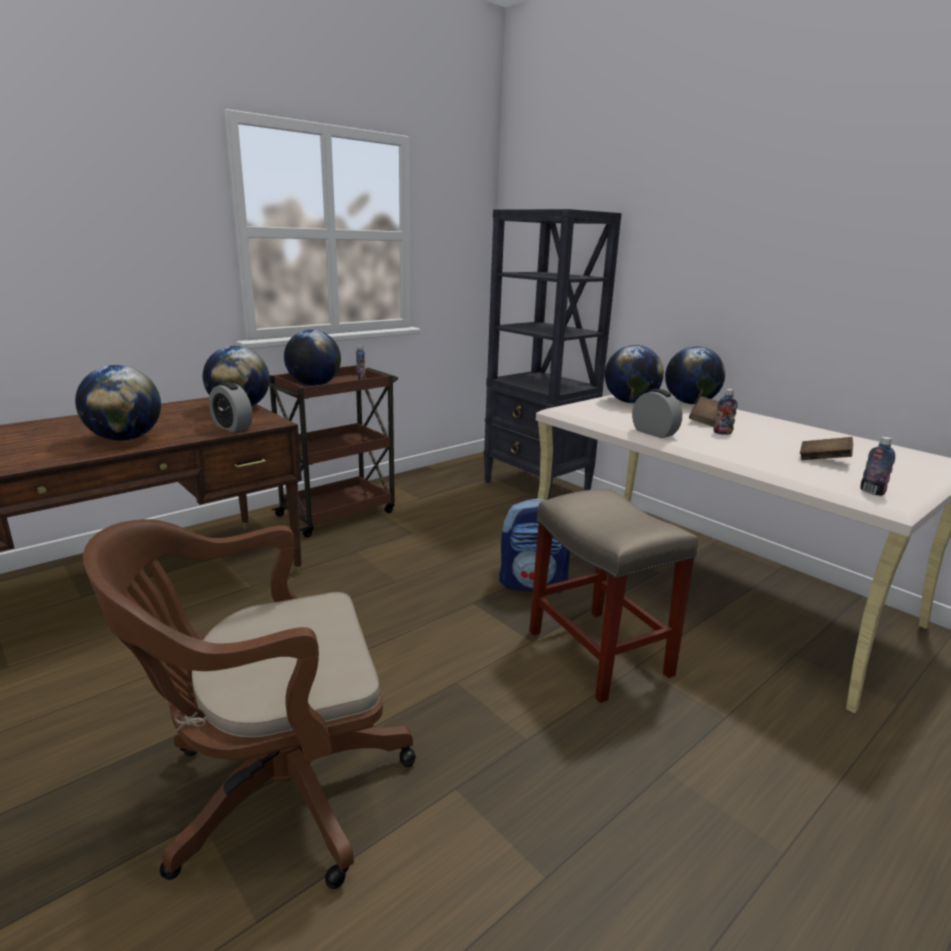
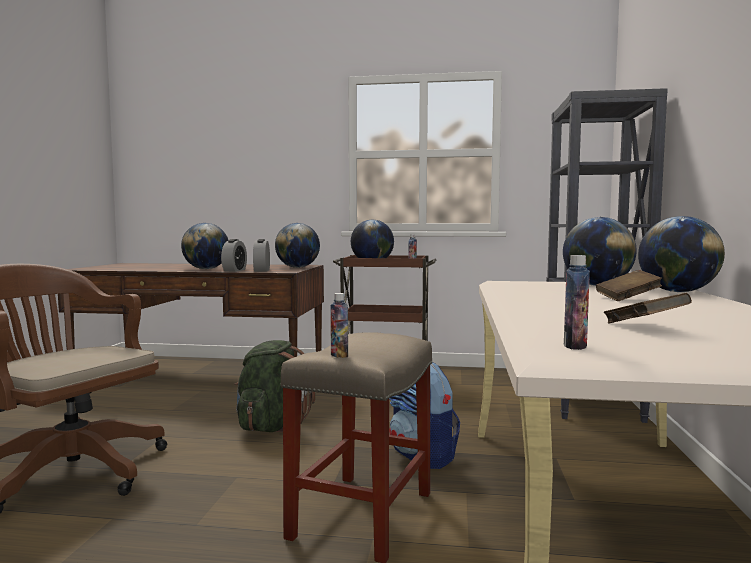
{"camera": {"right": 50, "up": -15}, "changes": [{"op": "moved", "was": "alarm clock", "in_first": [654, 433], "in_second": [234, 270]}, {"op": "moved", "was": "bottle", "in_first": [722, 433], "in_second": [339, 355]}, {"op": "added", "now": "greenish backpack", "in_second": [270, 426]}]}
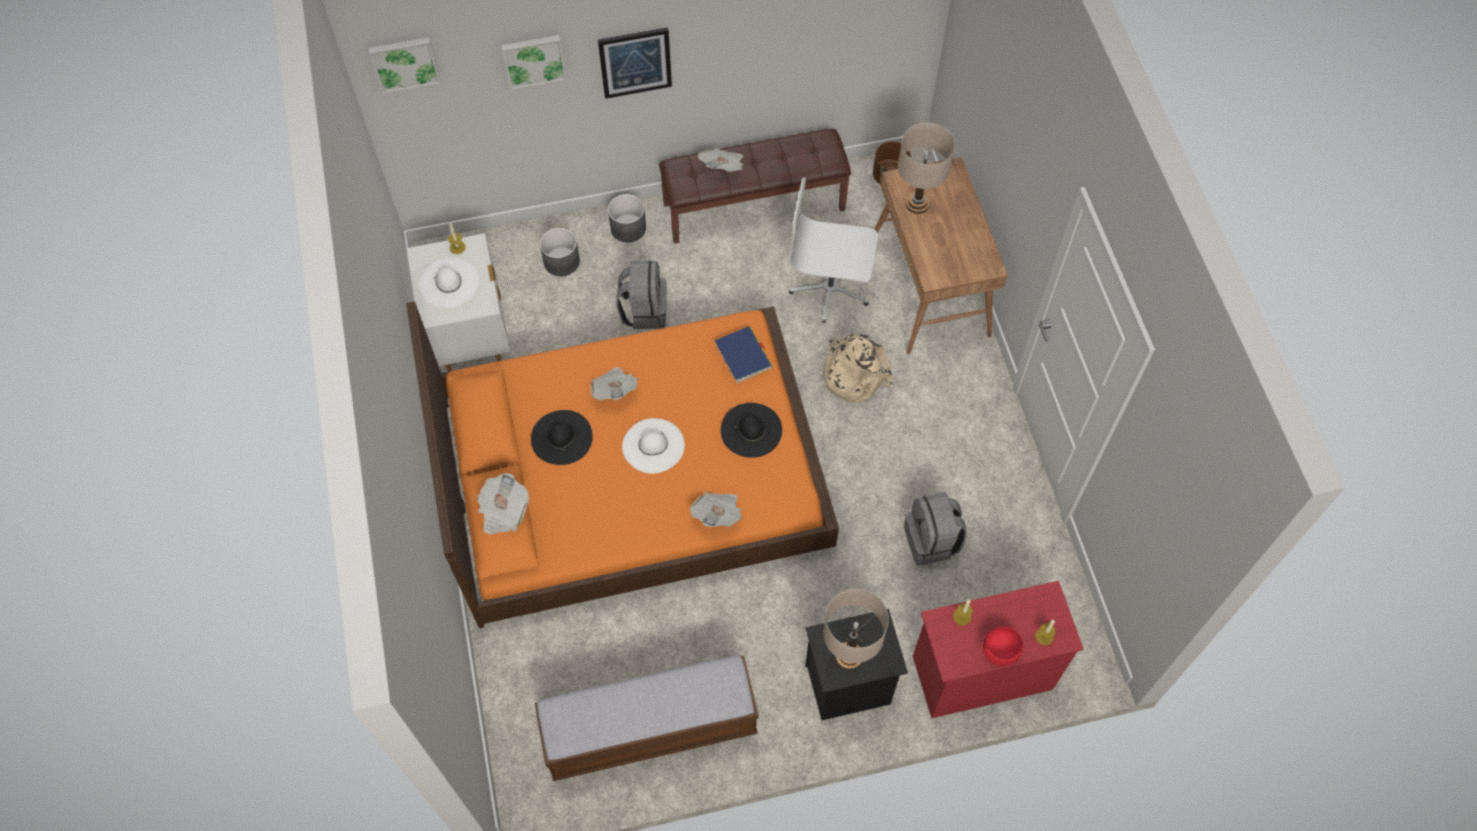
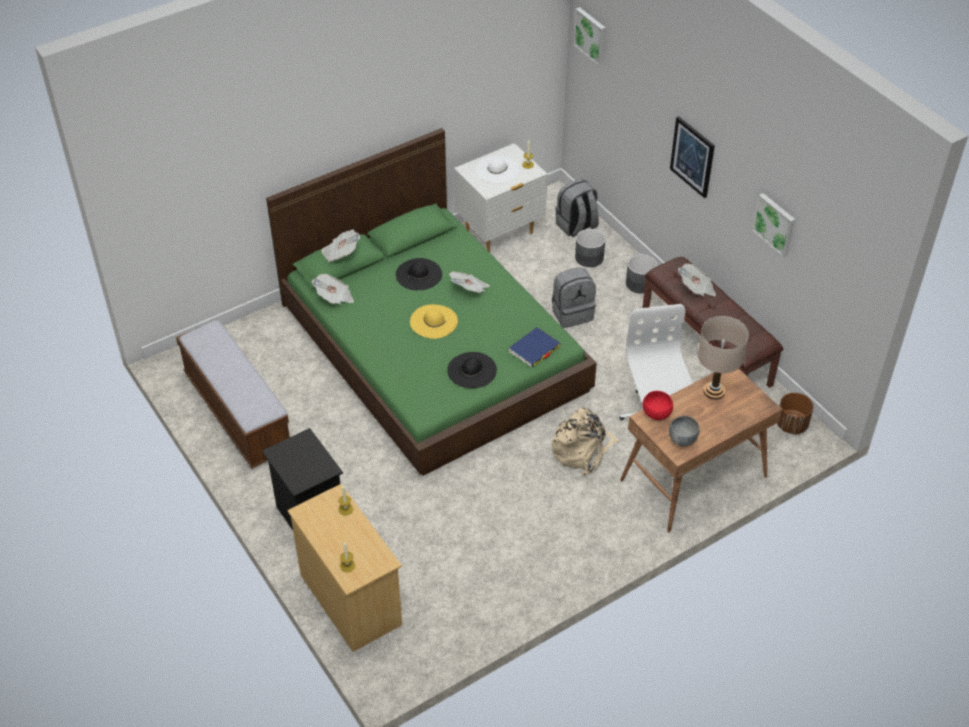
{"camera": {"right": 70, "up": -15}, "changes": [{"op": "recoloured", "was": "orange bedroom bed", "now": "greenish bedroom bed", "in_first": [632, 472], "in_second": [433, 346]}, {"op": "moved", "was": "picture", "in_first": [534, 60], "in_second": [775, 224]}, {"op": "recoloured", "was": "white-coloured hat", "now": "yellowish hat", "in_first": [653, 446], "in_second": [433, 321]}, {"op": "moved", "was": "printed paper", "in_first": [718, 514], "in_second": [334, 298]}, {"op": "removed", "was": "beige lamp for a table", "in_first": [849, 656]}, {"op": "moved", "was": "greyish backpack", "in_first": [932, 541], "in_second": [576, 226]}, {"op": "recoloured", "was": "red drawer chest", "now": "beige drawer chest", "in_first": [981, 672], "in_second": [350, 599]}, {"op": "moved", "was": "red bowl", "in_first": [999, 652], "in_second": [656, 414]}, {"op": "added", "now": "greyish bowl", "in_second": [682, 440]}]}
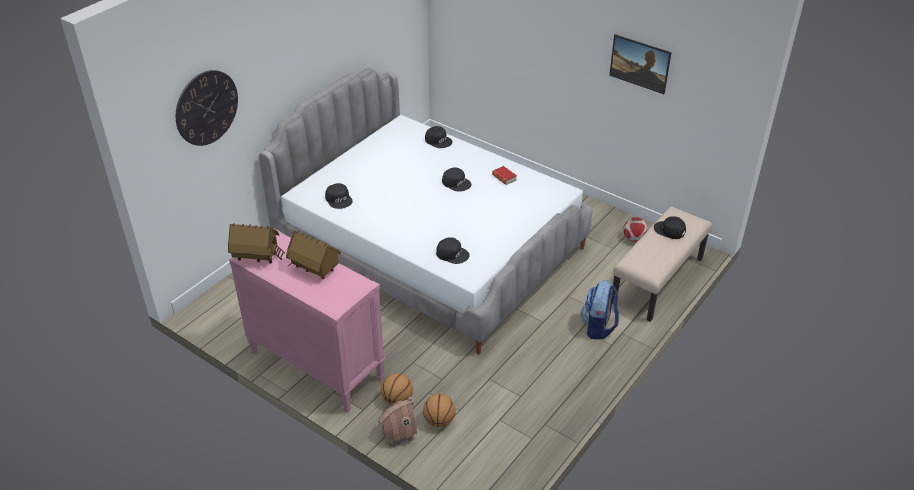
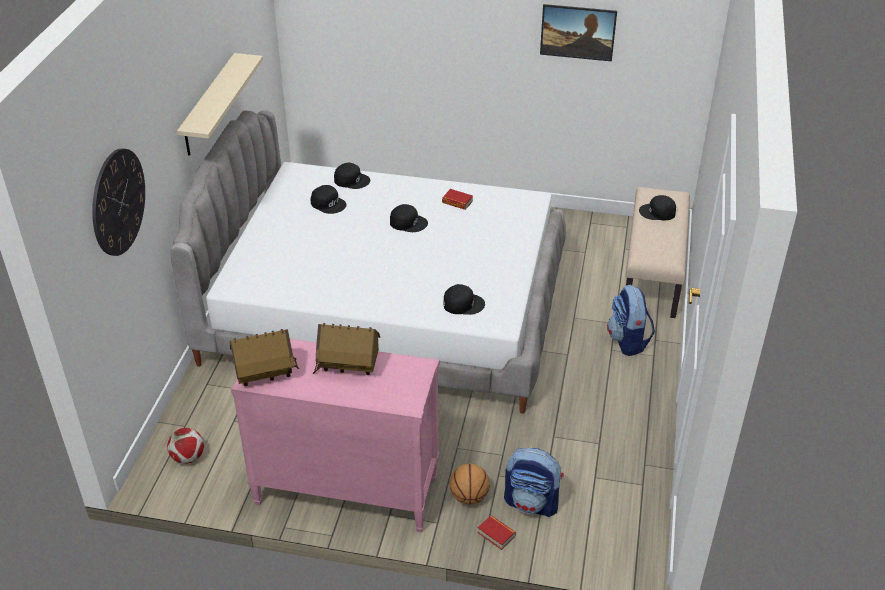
{"camera": {"right": -25, "up": 0}, "changes": [{"op": "moved", "was": "black-coloured cap", "in_first": [339, 199], "in_second": [328, 203]}, {"op": "replaced", "was": "miniature house", "now": "book", "in_first": [398, 433], "in_second": [496, 534]}, {"op": "replaced", "was": "basketball", "now": "backpack", "in_first": [439, 421], "in_second": [532, 503]}, {"op": "moved", "was": "football", "in_first": [634, 238], "in_second": [188, 457]}, {"op": "added", "now": "beige wall shelf", "in_second": [209, 105]}]}
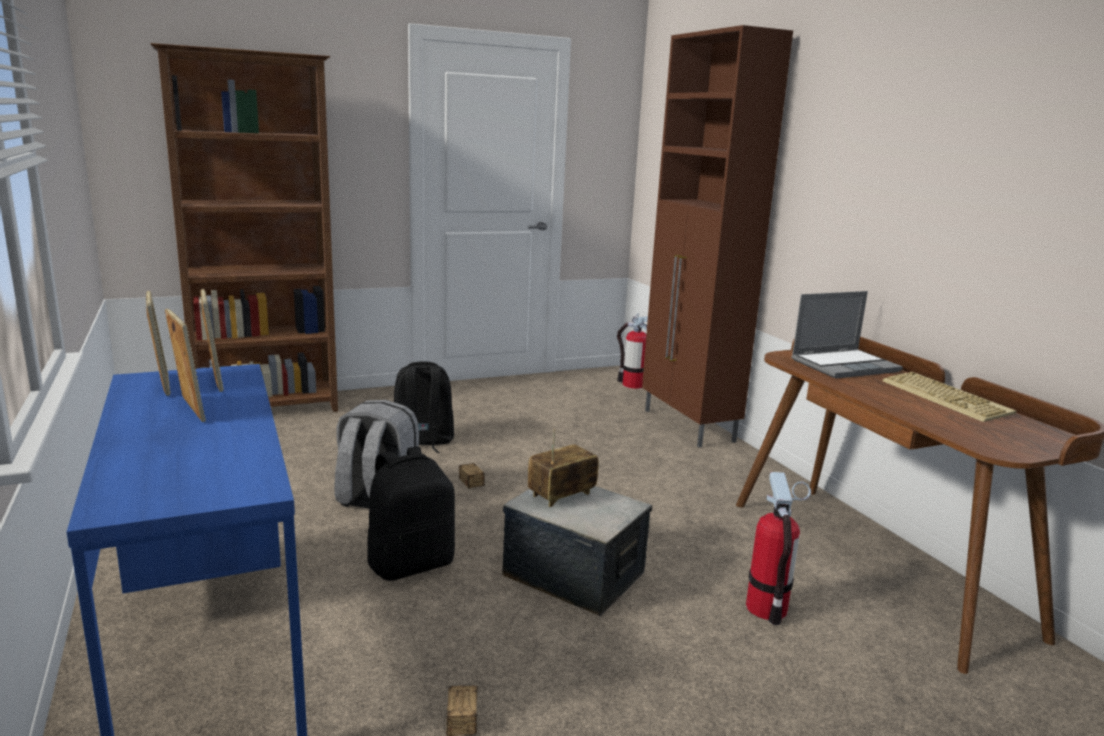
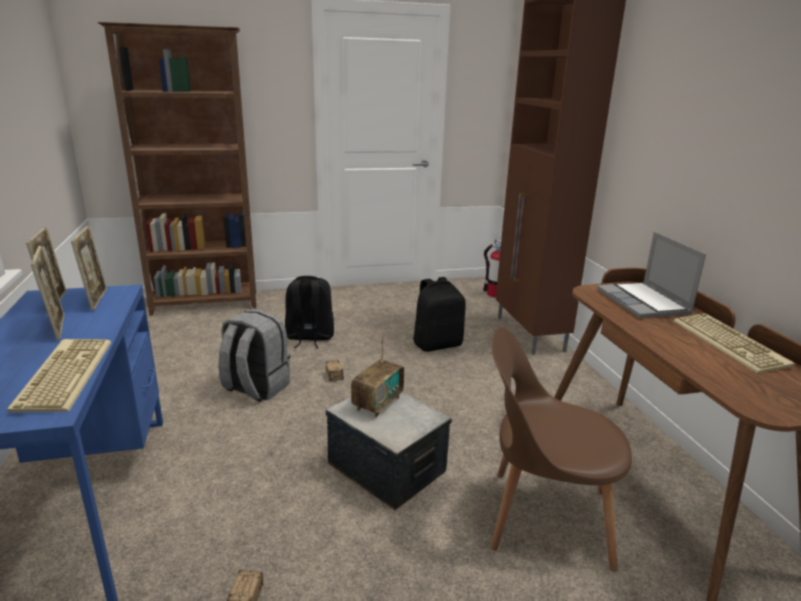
{"camera": {"right": 10, "up": 5}, "changes": [{"op": "moved", "was": "black-coloured backpack", "in_first": [411, 564], "in_second": [437, 344]}, {"op": "turned", "was": "radio receiver", "in_first": [562, 495], "in_second": [377, 403], "clockwise": 150}, {"op": "replaced", "was": "fire-fighting cylinder", "now": "brown plain chair", "in_first": [767, 608], "in_second": [543, 516]}, {"op": "turned", "was": "laptop", "in_first": [845, 365], "in_second": [644, 302], "clockwise": 90}, {"op": "added", "now": "keyboard", "in_second": [63, 374]}]}
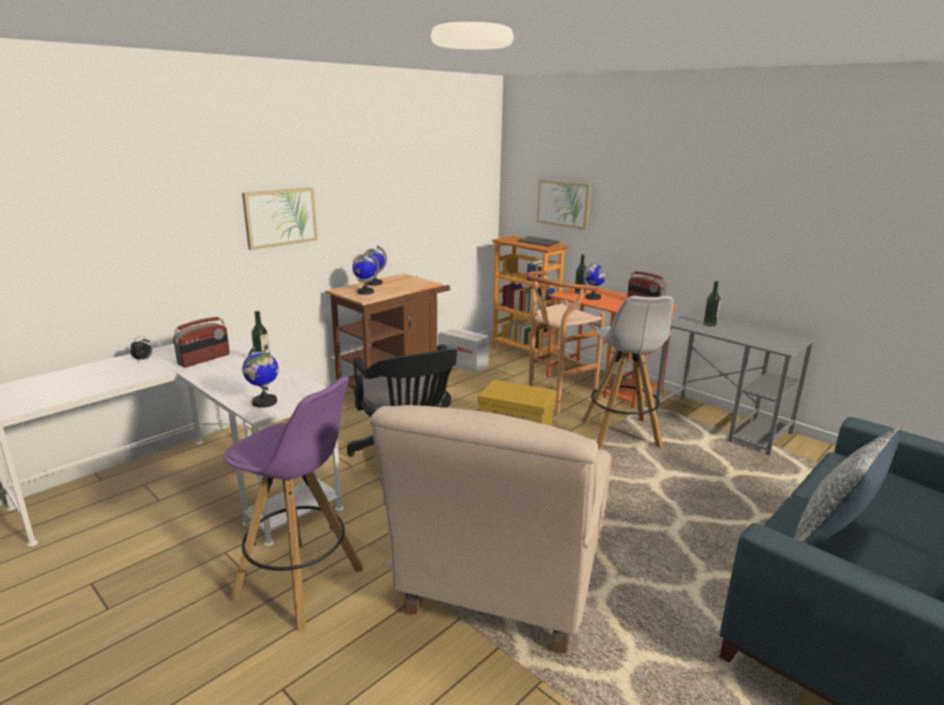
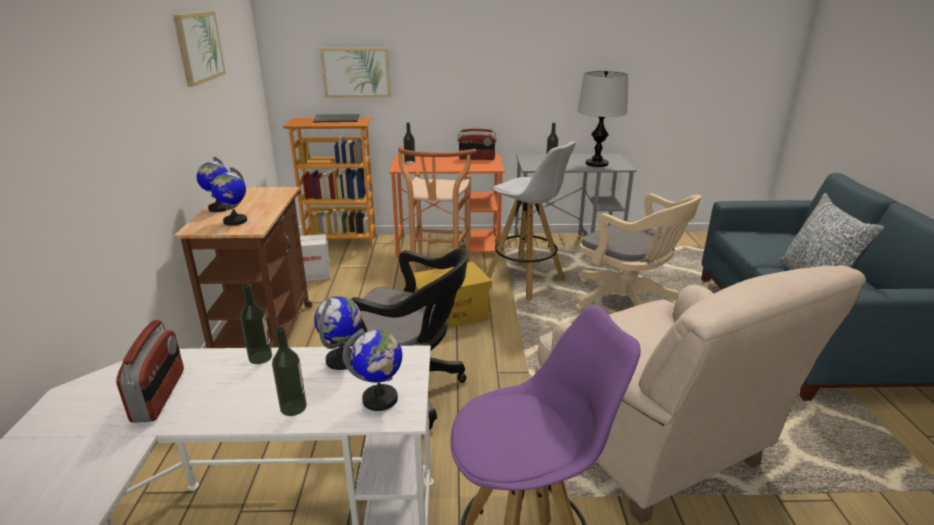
{"camera": {"right": -45, "up": 5}, "changes": [{"op": "removed", "was": "alarm clock", "in_first": [143, 360]}, {"op": "moved", "was": "picture", "in_first": [280, 217], "in_second": [199, 47]}, {"op": "moved", "was": "globe", "in_first": [593, 297], "in_second": [342, 360]}, {"op": "added", "now": "bottle", "in_second": [293, 407]}, {"op": "added", "now": "beige office chair", "in_second": [627, 303]}, {"op": "added", "now": "lamp for a table", "in_second": [597, 163]}]}
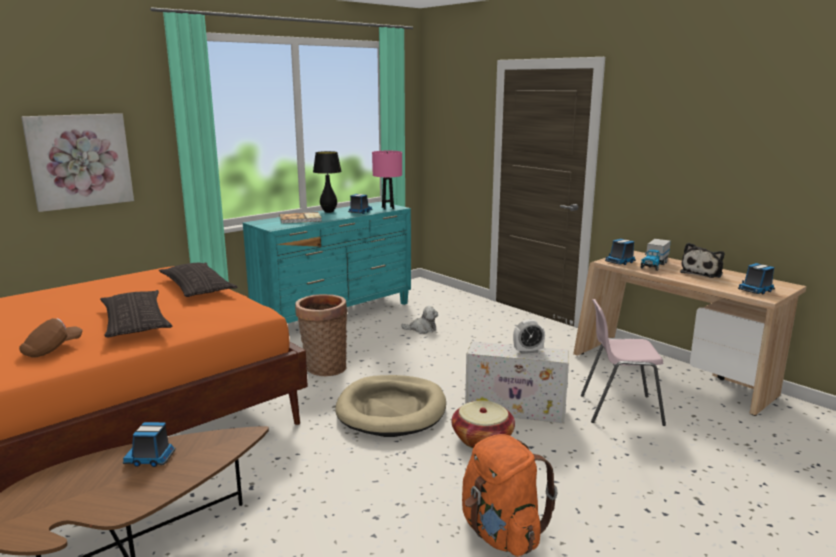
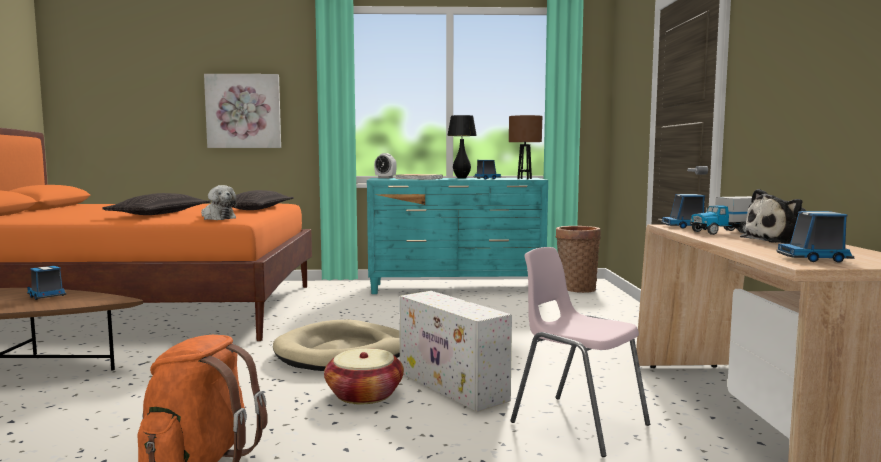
{"camera": {"right": 40, "up": -10}, "changes": [{"op": "removed", "was": "brown cap", "in_first": [52, 350]}, {"op": "moved", "was": "basket", "in_first": [323, 368], "in_second": [576, 288]}, {"op": "recoloured", "was": "pink lamp for a table", "now": "brown lamp for a table", "in_first": [388, 208], "in_second": [524, 179]}, {"op": "moved", "was": "cuddly toy", "in_first": [422, 329], "in_second": [217, 218]}, {"op": "moved", "was": "alarm clock", "in_first": [528, 351], "in_second": [385, 178]}]}
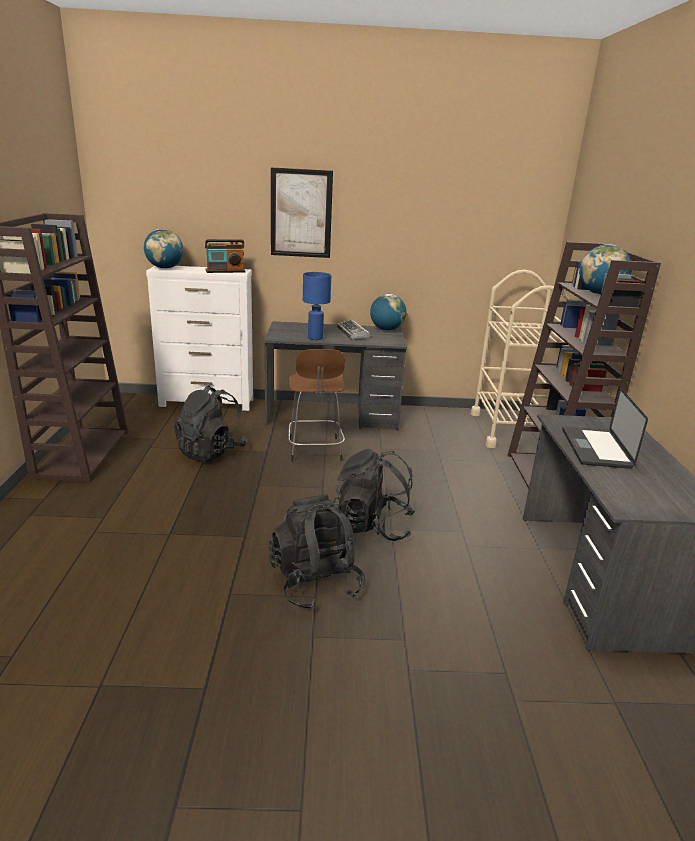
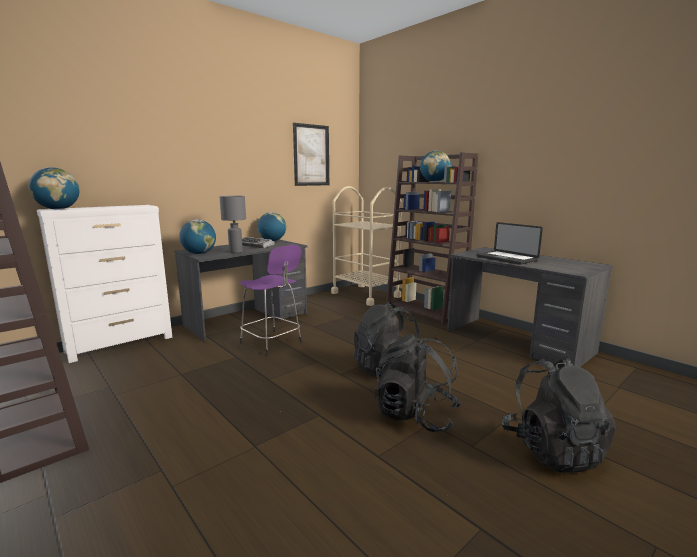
{"camera": {"right": -40, "up": -10}, "changes": [{"op": "moved", "was": "black-coloured backpack", "in_first": [211, 452], "in_second": [552, 450]}, {"op": "removed", "was": "radio receiver", "in_first": [225, 271]}, {"op": "moved", "was": "picture", "in_first": [301, 213], "in_second": [311, 155]}, {"op": "recoloured", "was": "brown stool", "now": "purplish stool", "in_first": [314, 450], "in_second": [272, 343]}, {"op": "recoloured", "was": "blue lamp for a table", "now": "greyish lamp for a table", "in_first": [315, 338], "in_second": [235, 252]}, {"op": "added", "now": "globe", "in_second": [199, 253]}]}
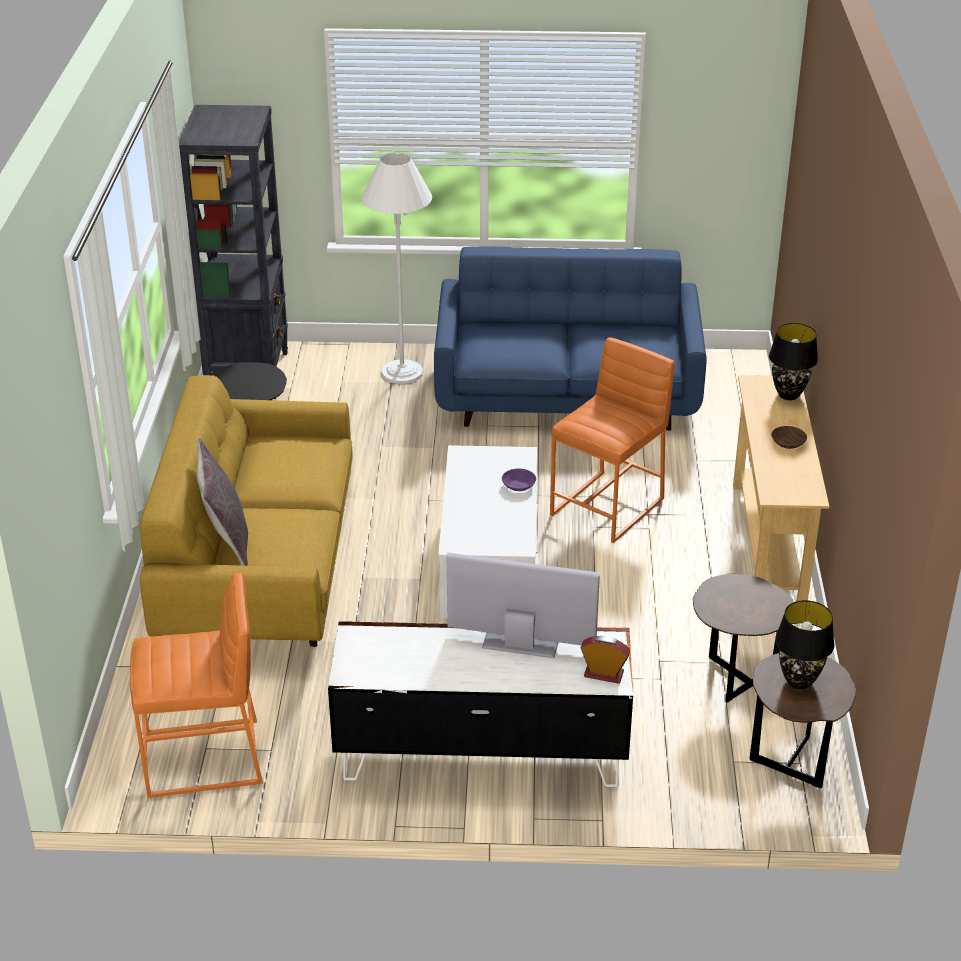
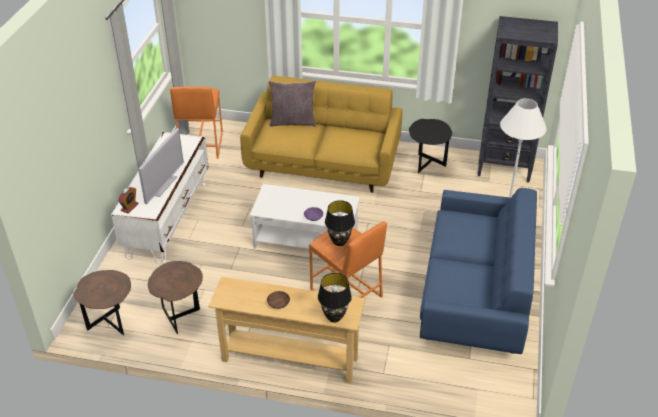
{"camera": {"right": 100, "up": 5}, "changes": [{"op": "moved", "was": "black-coloured lamp for a table", "in_first": [798, 681], "in_second": [339, 242]}]}
